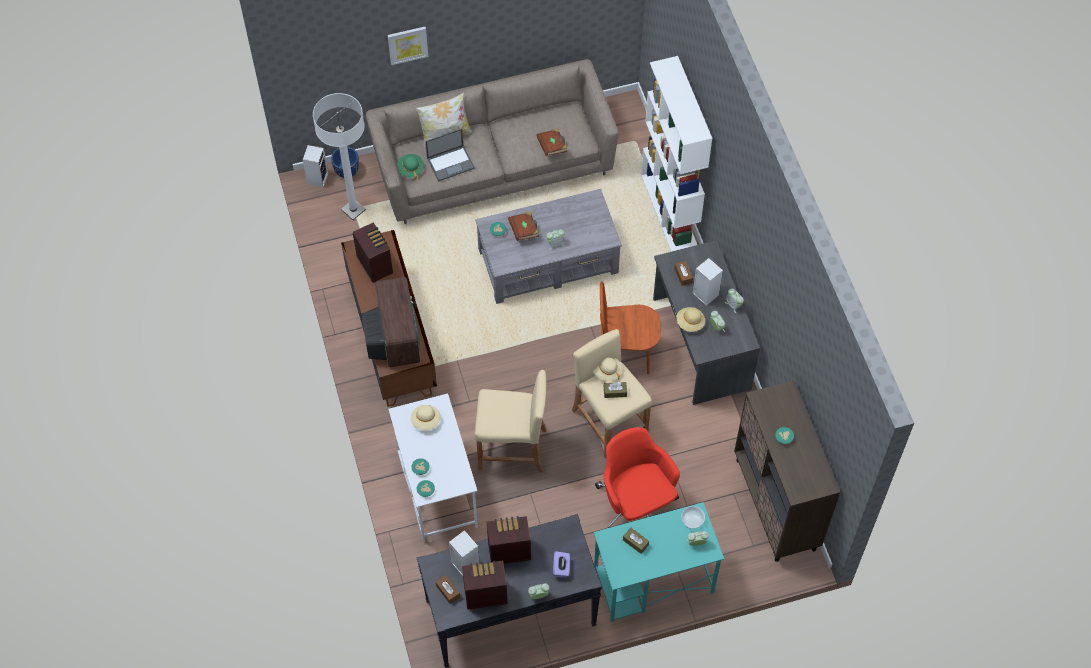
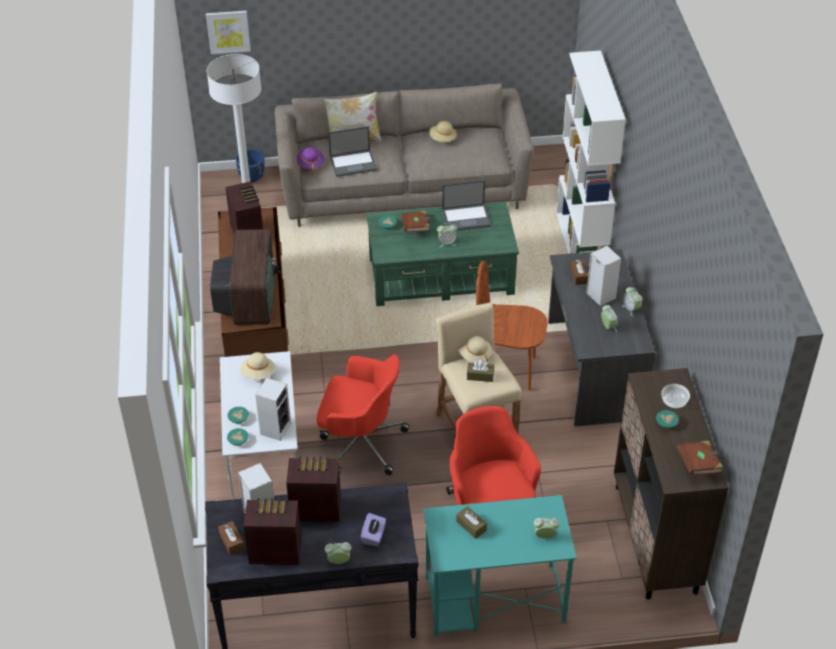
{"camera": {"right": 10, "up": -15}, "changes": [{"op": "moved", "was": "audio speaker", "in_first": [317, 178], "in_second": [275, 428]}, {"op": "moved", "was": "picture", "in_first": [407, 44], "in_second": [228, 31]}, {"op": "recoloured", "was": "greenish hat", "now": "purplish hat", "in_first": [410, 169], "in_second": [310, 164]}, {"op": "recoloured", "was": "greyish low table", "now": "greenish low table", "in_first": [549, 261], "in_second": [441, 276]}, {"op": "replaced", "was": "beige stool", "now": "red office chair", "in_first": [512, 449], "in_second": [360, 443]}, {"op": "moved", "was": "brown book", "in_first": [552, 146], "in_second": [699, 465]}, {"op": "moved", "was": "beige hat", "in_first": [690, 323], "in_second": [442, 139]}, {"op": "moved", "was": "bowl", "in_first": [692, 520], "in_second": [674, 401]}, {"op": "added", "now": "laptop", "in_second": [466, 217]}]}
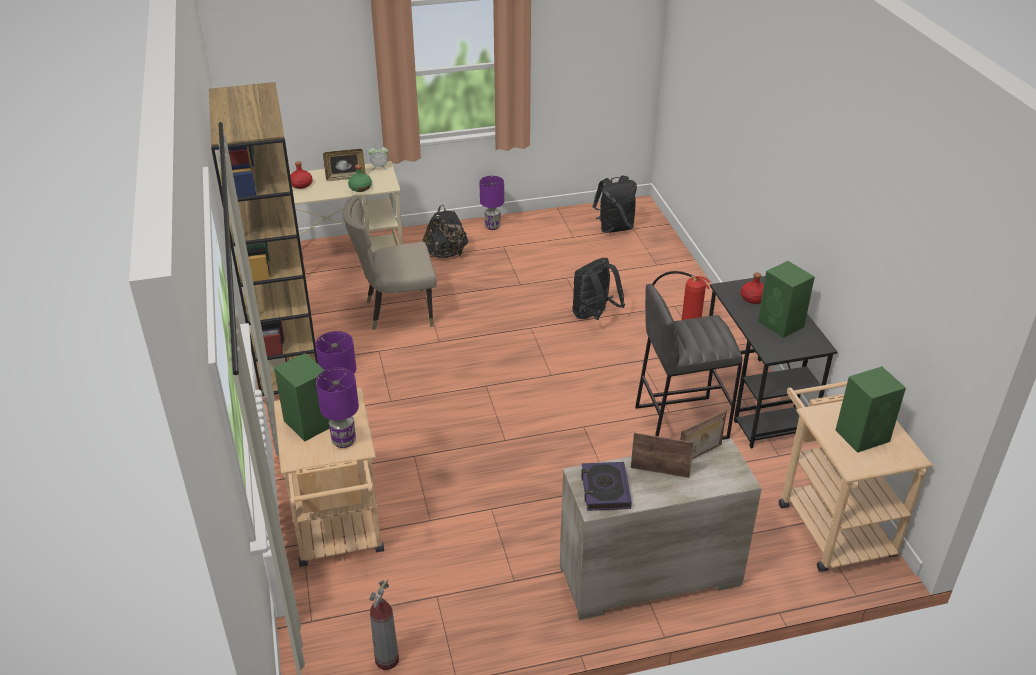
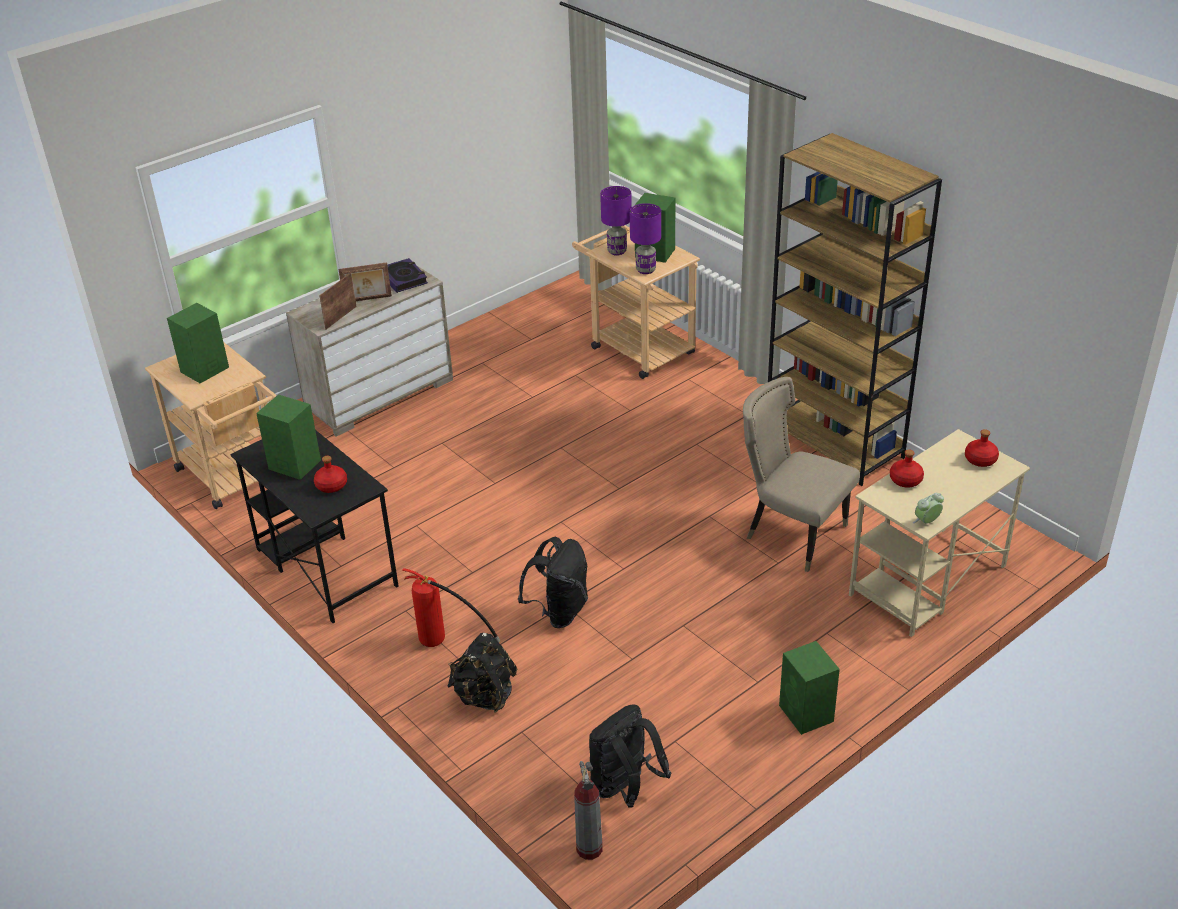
{"camera": {"right": 155, "up": 0}, "changes": [{"op": "removed", "was": "picture frame", "in_first": [346, 178]}, {"op": "turned", "was": "beige plain chair", "in_first": [396, 312], "in_second": [791, 533], "clockwise": -105}, {"op": "recoloured", "was": "greenish bottle", "now": "red bottle", "in_first": [360, 188], "in_second": [906, 480]}, {"op": "moved", "was": "fire-fighting cylinder", "in_first": [387, 660], "in_second": [589, 848]}, {"op": "moved", "was": "black-coloured backpack", "in_first": [446, 254], "in_second": [484, 696]}, {"op": "replaced", "was": "purplish lamp for a table", "now": "greenish audio speaker", "in_first": [492, 226], "in_second": [806, 714]}, {"op": "removed", "was": "greyish stool", "in_first": [680, 422]}]}
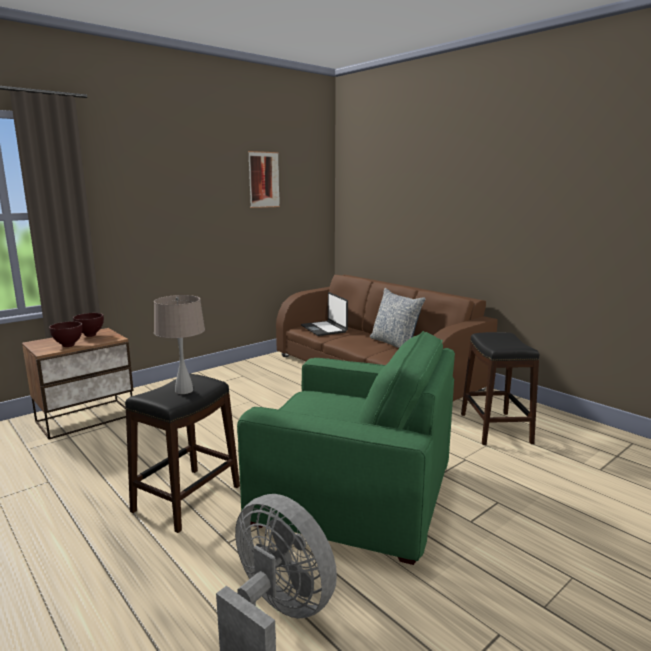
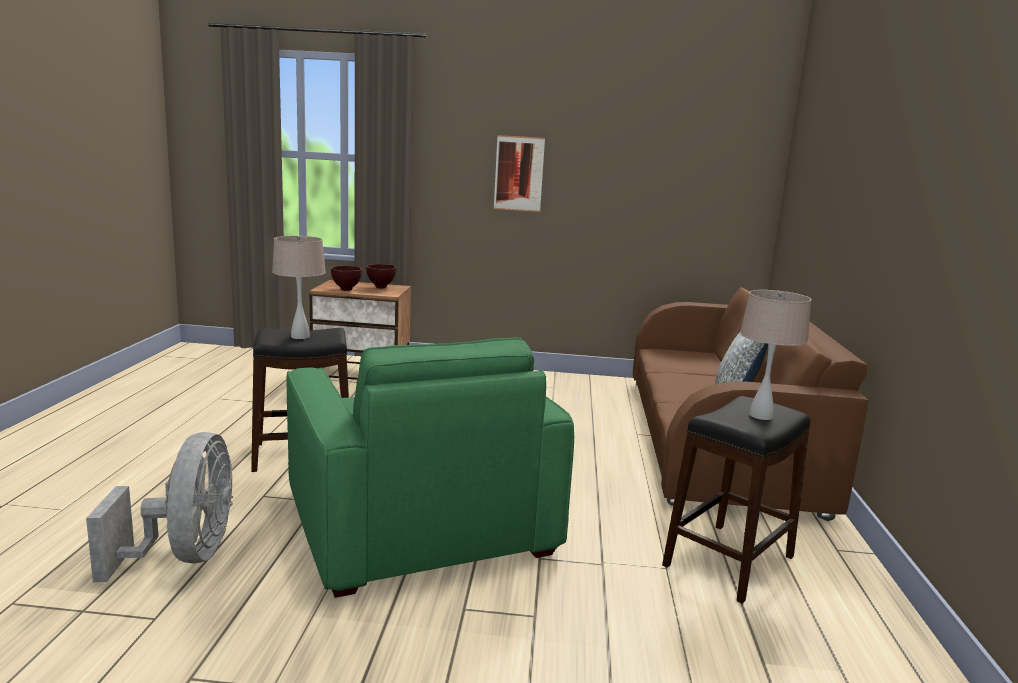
{"camera": {"right": 45, "up": 0}, "changes": [{"op": "moved", "was": "picture", "in_first": [264, 179], "in_second": [519, 173]}, {"op": "removed", "was": "laptop", "in_first": [324, 329]}, {"op": "added", "now": "beige lamp for a table", "in_second": [760, 415]}]}
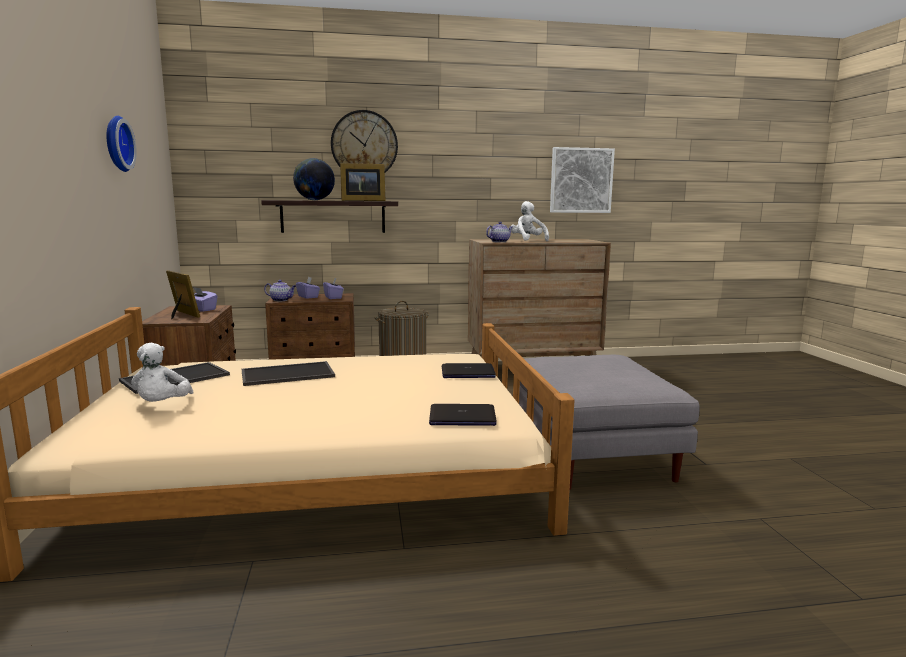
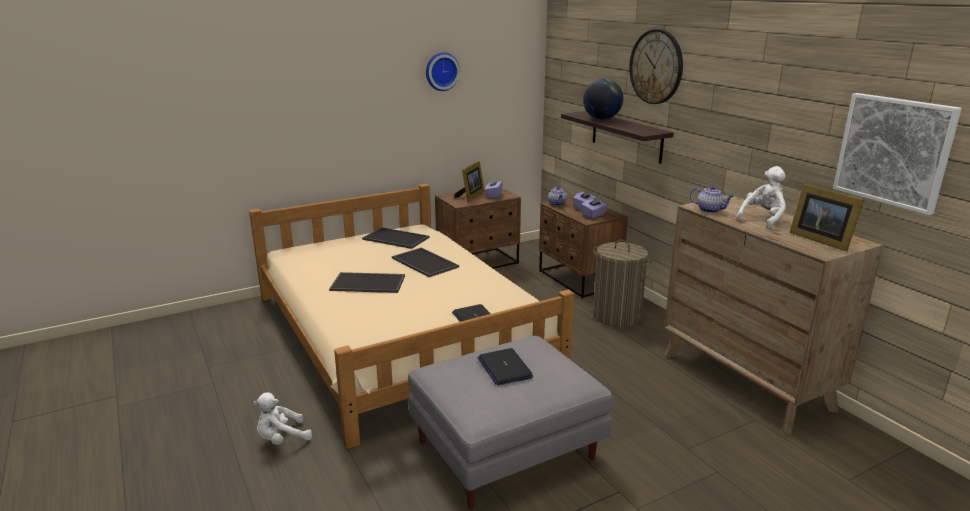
{"camera": {"right": 70, "up": 10}, "changes": [{"op": "moved", "was": "white-coloured cuddly toy", "in_first": [162, 405], "in_second": [282, 439]}, {"op": "moved", "was": "picture frame", "in_first": [361, 200], "in_second": [820, 239]}, {"op": "moved", "was": "laptop", "in_first": [462, 417], "in_second": [504, 368]}, {"op": "added", "now": "tray", "in_second": [369, 282]}]}
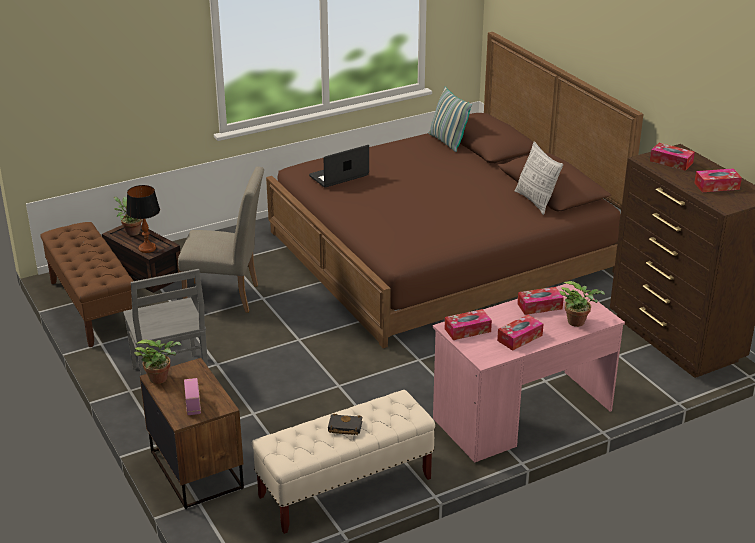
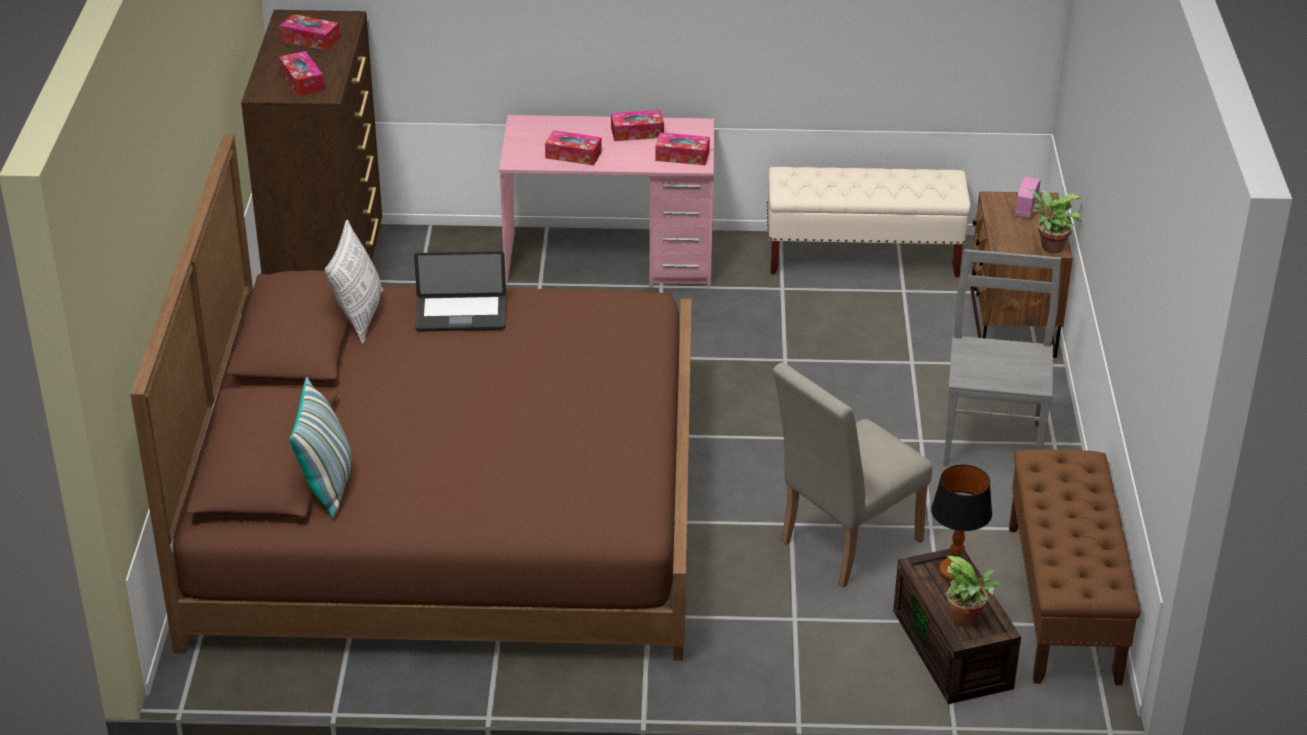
{"camera": {"right": -150, "up": 5}, "changes": [{"op": "turned", "was": "beige plain chair", "in_first": [227, 297], "in_second": [842, 545], "clockwise": -75}, {"op": "moved", "was": "laptop", "in_first": [339, 176], "in_second": [461, 315]}, {"op": "removed", "was": "black-coloured book", "in_first": [344, 427]}, {"op": "removed", "was": "plant in a pot", "in_first": [578, 322]}]}
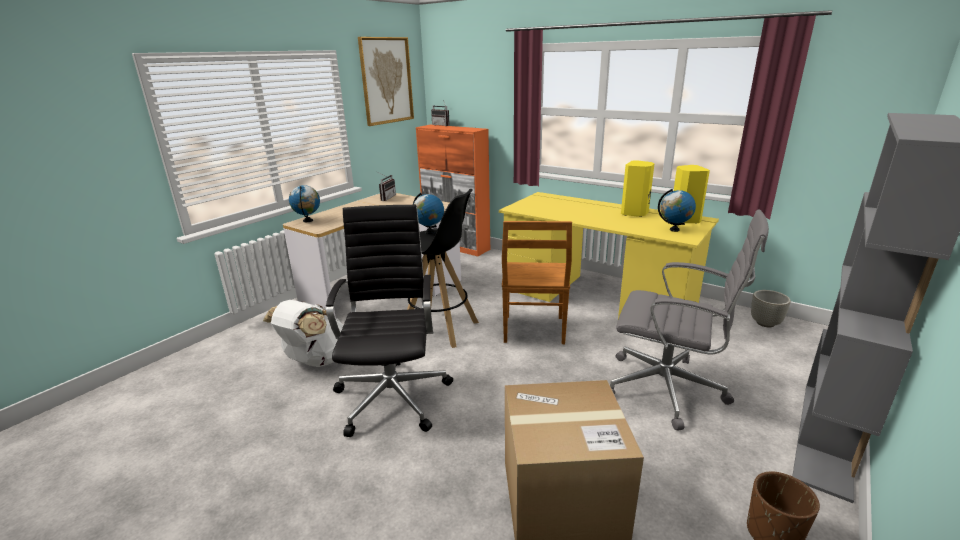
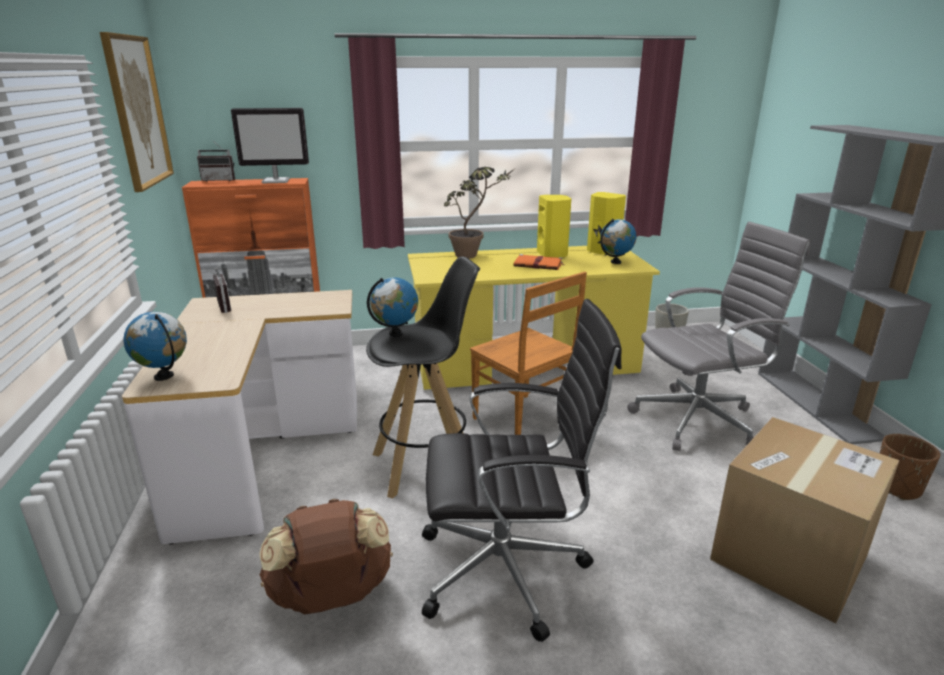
{"camera": {"right": -45, "up": 0}, "changes": [{"op": "recoloured", "was": "white-coloured backpack", "now": "brown backpack", "in_first": [315, 361], "in_second": [331, 597]}, {"op": "turned", "was": "black-coloured office chair", "in_first": [393, 395], "in_second": [507, 570], "clockwise": 135}, {"op": "added", "now": "monitor", "in_second": [276, 181]}, {"op": "added", "now": "plant in a pot", "in_second": [474, 255]}, {"op": "added", "now": "orange book", "in_second": [539, 265]}]}
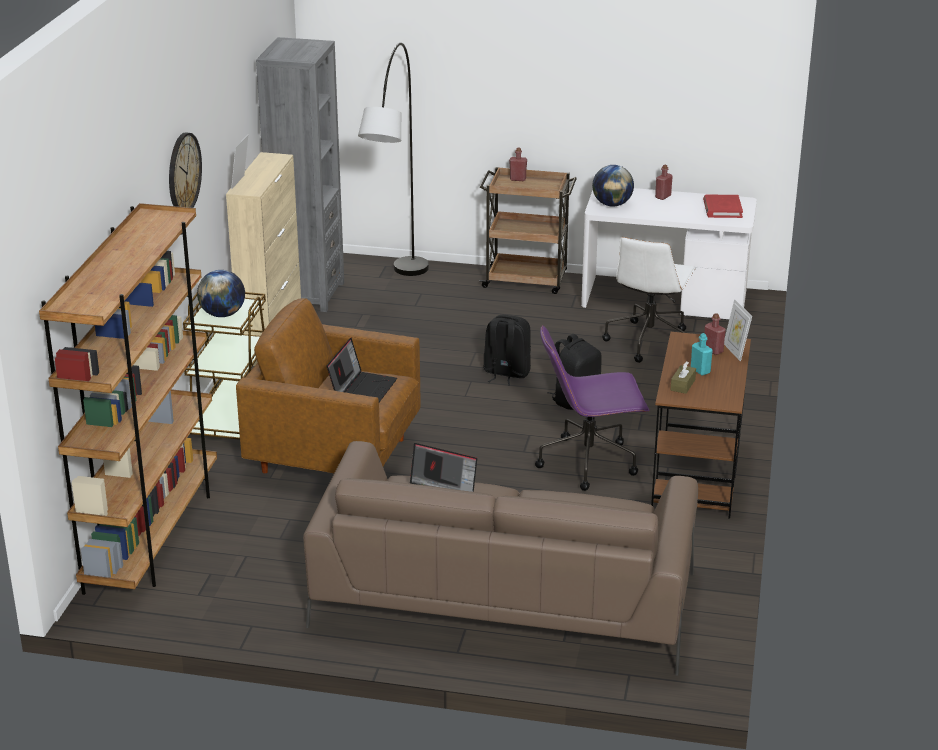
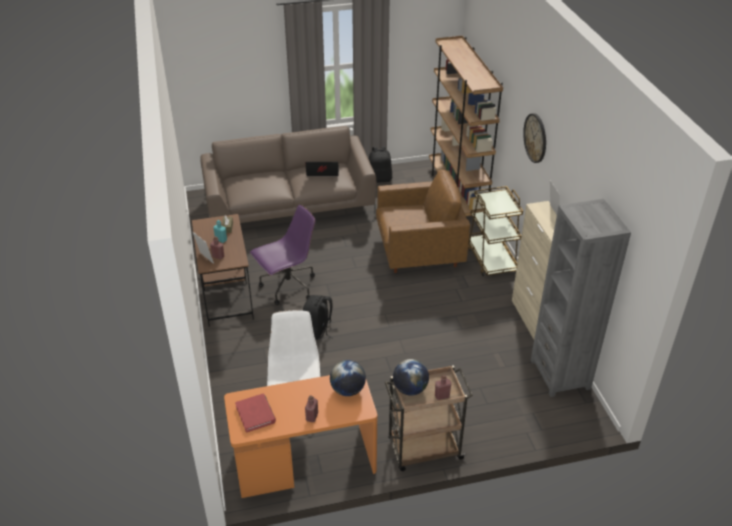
{"camera": {"right": 155, "up": 10}, "changes": [{"op": "moved", "was": "globe", "in_first": [223, 314], "in_second": [410, 389]}, {"op": "removed", "was": "laptop", "in_first": [362, 389]}, {"op": "removed", "was": "greyish standing lamp", "in_first": [397, 297]}, {"op": "moved", "was": "black-coloured backpack", "in_first": [506, 373], "in_second": [379, 179]}, {"op": "recoloured", "was": "white-coloured desk", "now": "orange desk", "in_first": [665, 299], "in_second": [304, 463]}]}
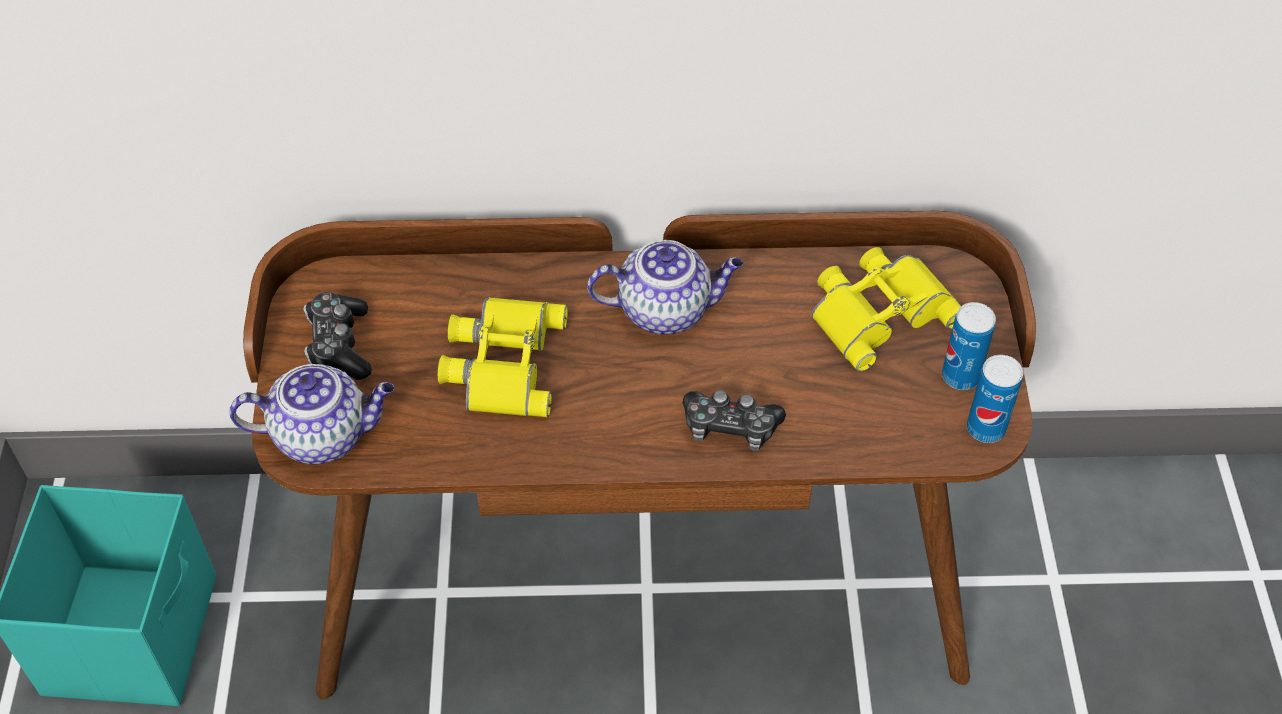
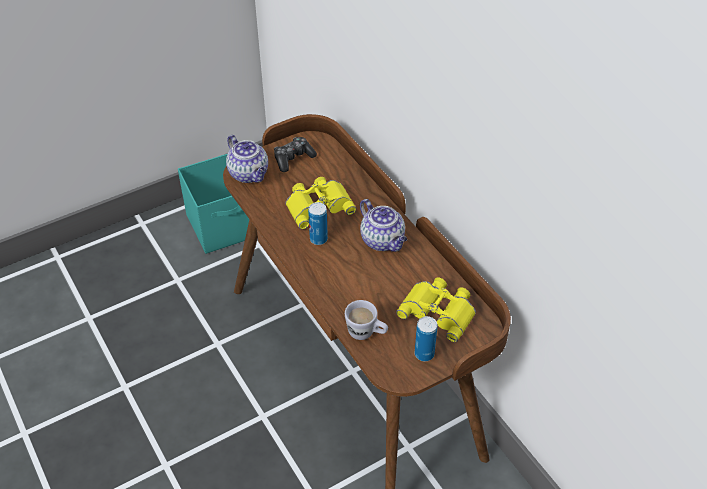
{"camera": {"right": 60, "up": -5}, "changes": [{"op": "removed", "was": "joypad", "in_first": [730, 428]}, {"op": "moved", "was": "metal can", "in_first": [985, 428], "in_second": [318, 239]}, {"op": "added", "now": "white-coloured coffee mug", "in_second": [366, 333]}]}
